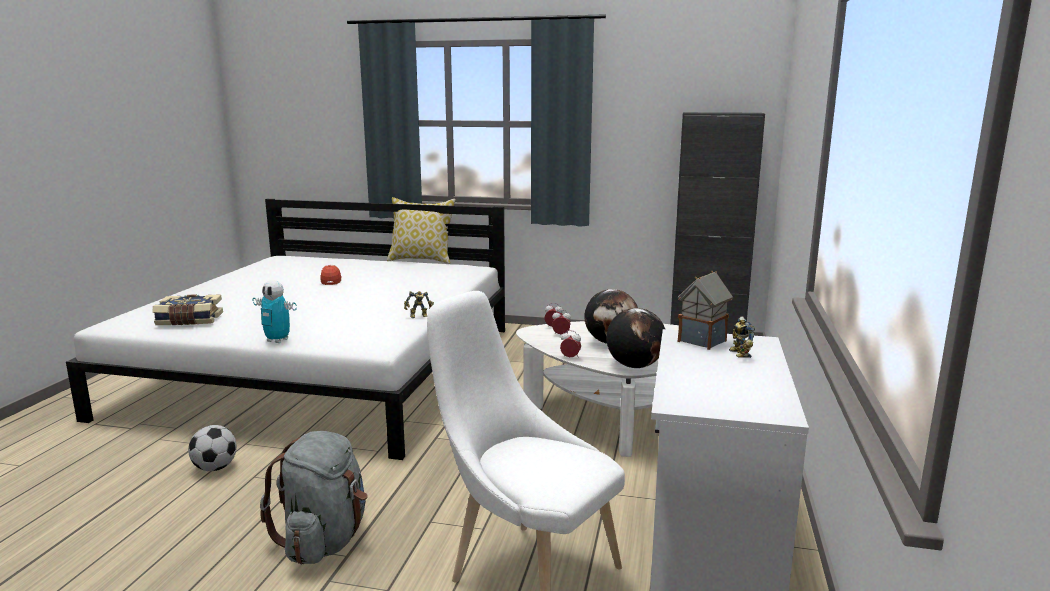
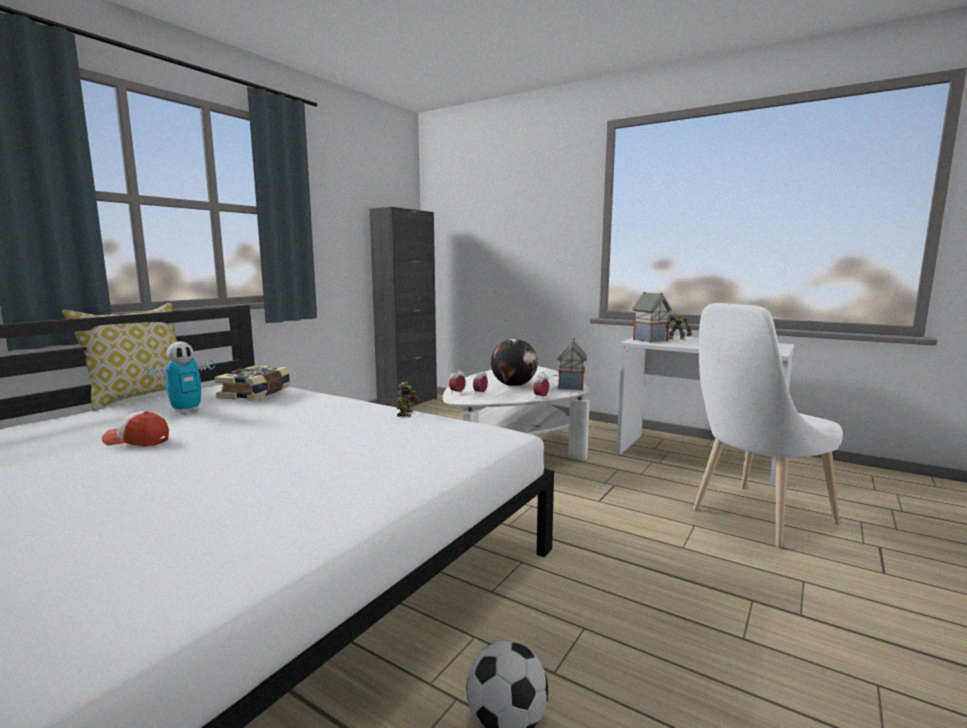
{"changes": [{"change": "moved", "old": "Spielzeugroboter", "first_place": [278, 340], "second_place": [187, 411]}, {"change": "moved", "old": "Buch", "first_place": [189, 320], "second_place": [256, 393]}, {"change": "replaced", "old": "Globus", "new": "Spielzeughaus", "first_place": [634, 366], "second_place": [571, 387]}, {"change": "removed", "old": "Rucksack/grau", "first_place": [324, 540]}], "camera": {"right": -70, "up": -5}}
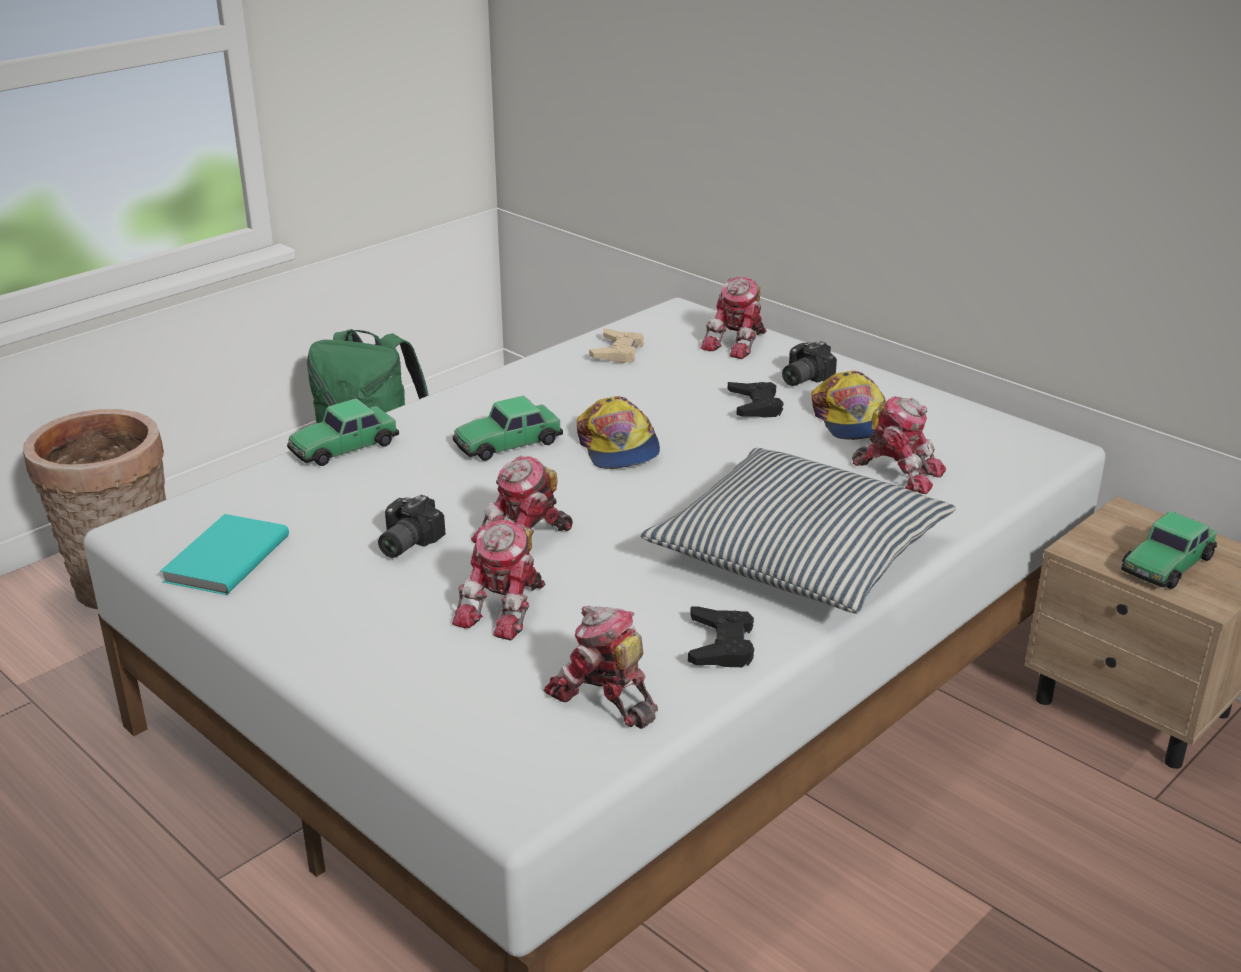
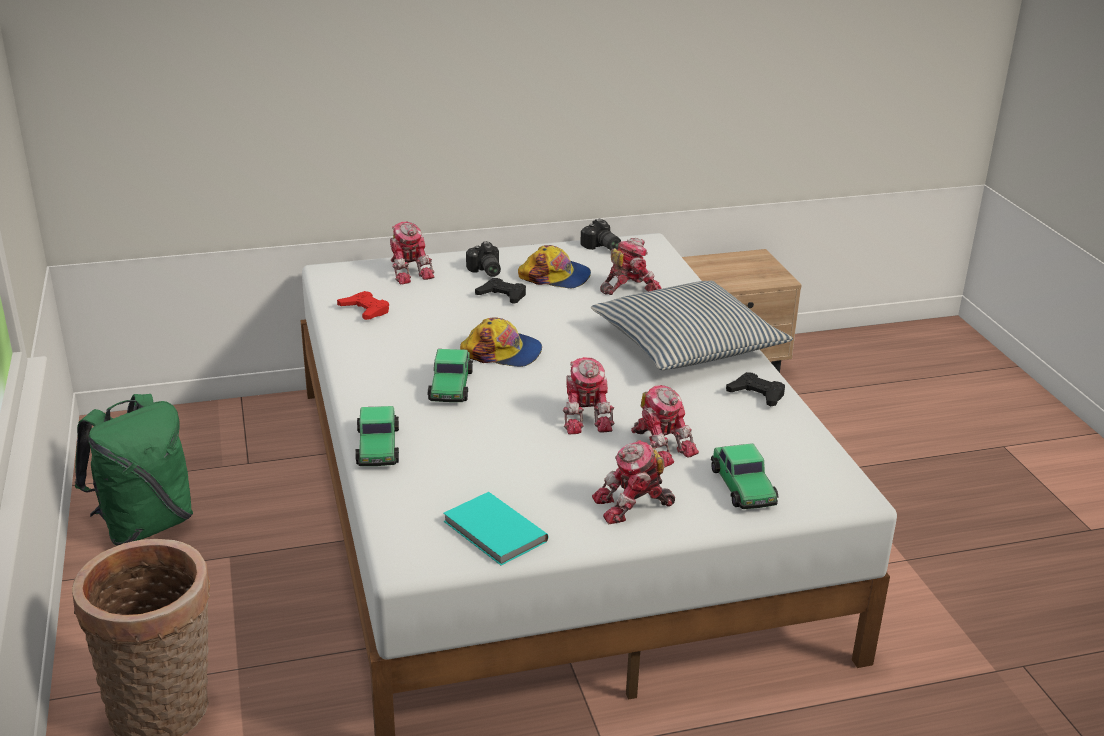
{"changes": [{"change": "recoloured", "old": "Gamepad/beige", "new": "Gamepad/rot", "first_place": [618, 352], "second_place": [365, 310]}, {"change": "moved", "old": "Kamera", "first_place": [404, 543], "second_place": [601, 247]}, {"change": "moved", "old": "Spielzeugroboter", "first_place": [603, 698], "second_place": [633, 506]}, {"change": "moved", "old": "Spielzeugauto", "first_place": [1167, 564], "second_place": [743, 486]}], "camera": {"right": -60, "up": 0}}
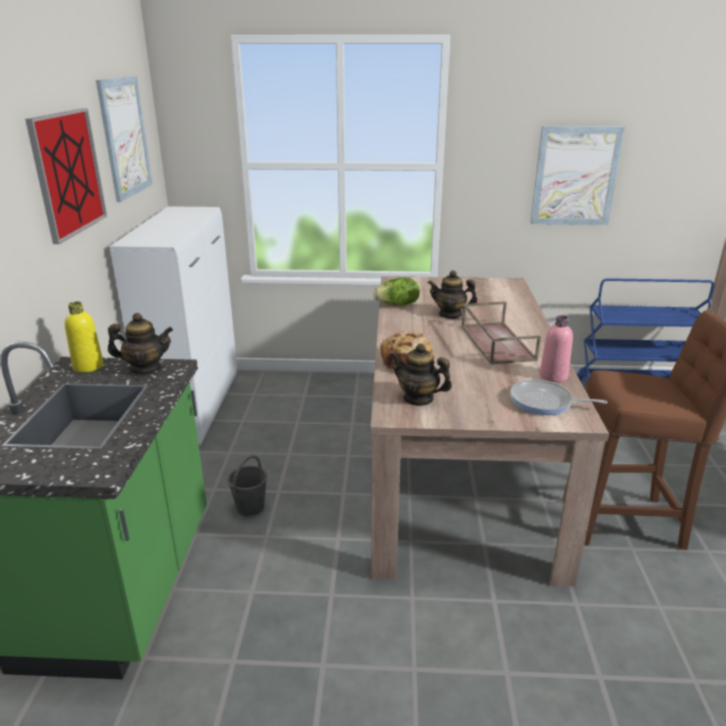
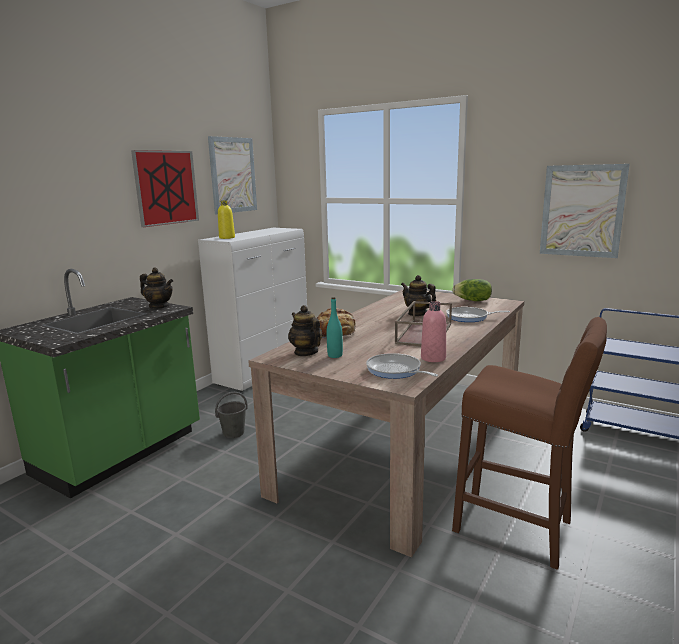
{"changes": [{"change": "moved", "old": "Flasche/gelb", "first_place": [88, 366], "second_place": [227, 237]}, {"change": "added", "new": "Flasche/türkis", "second_place": [335, 355]}, {"change": "added", "new": "Pfanne", "second_place": [469, 317]}, {"change": "moved", "old": "Salatkopf", "first_place": [397, 305], "second_place": [473, 301]}], "camera": {"right": 30, "up": -10}}
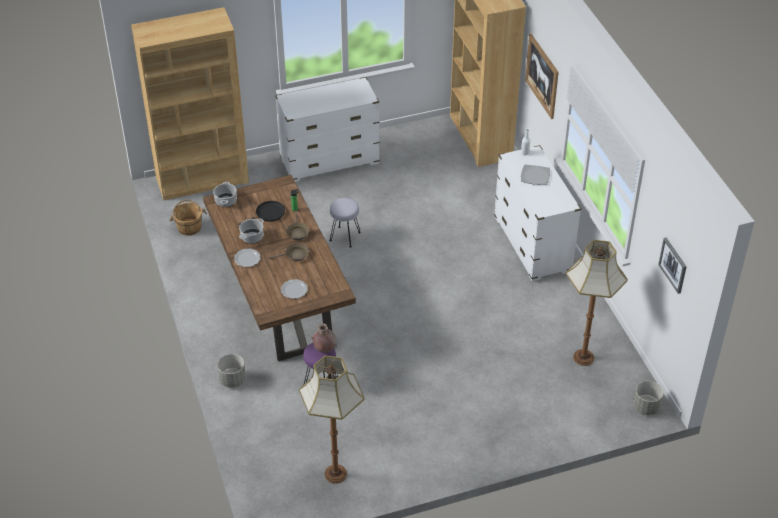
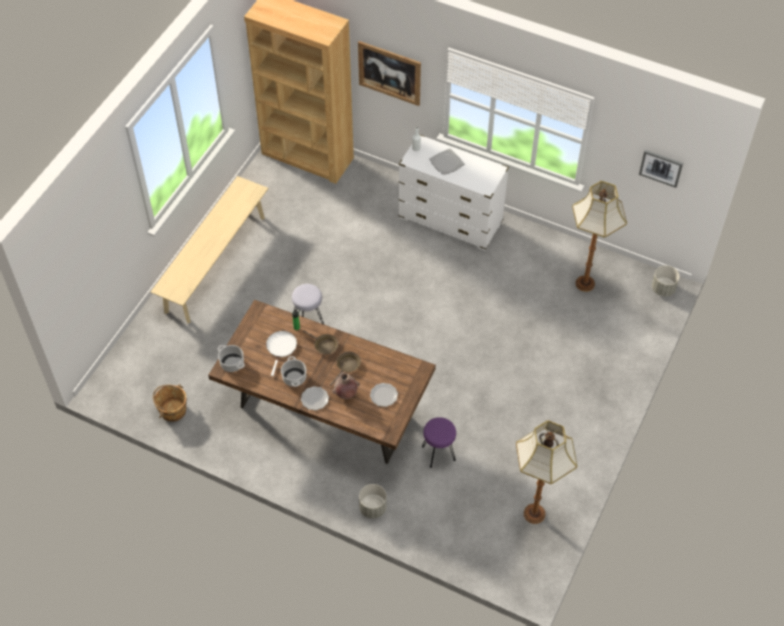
{"changes": [{"change": "replaced", "old": "Kommode/weiß", "new": "Bank/beige", "first_place": [329, 161], "second_place": [215, 263]}, {"change": "recoloured", "old": "Pfanne/schwarz", "new": "Pfanne/weiß", "first_place": [268, 214], "second_place": [281, 347]}, {"change": "moved", "old": "Vase/braun", "first_place": [324, 349], "second_place": [346, 394]}, {"change": "removed", "old": "Bücherregal/braun", "first_place": [202, 180]}], "camera": {"right": -45, "up": 10}}
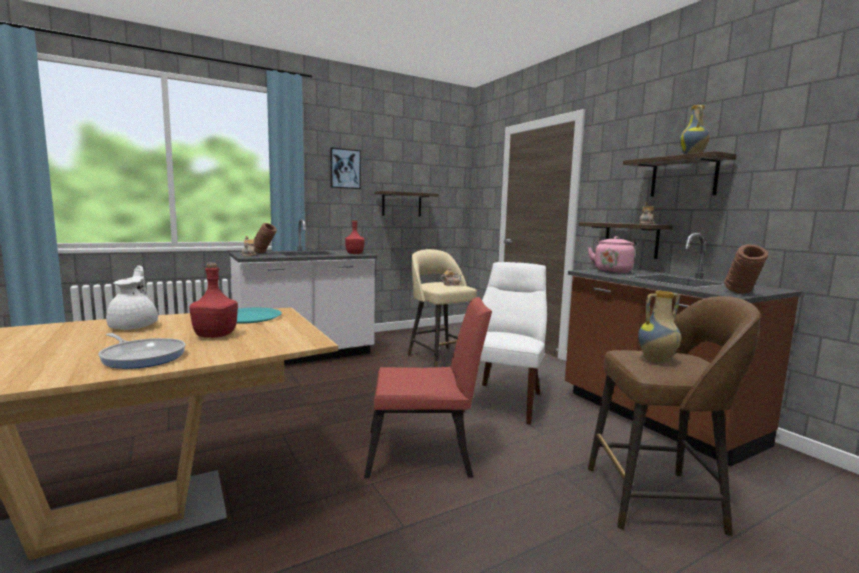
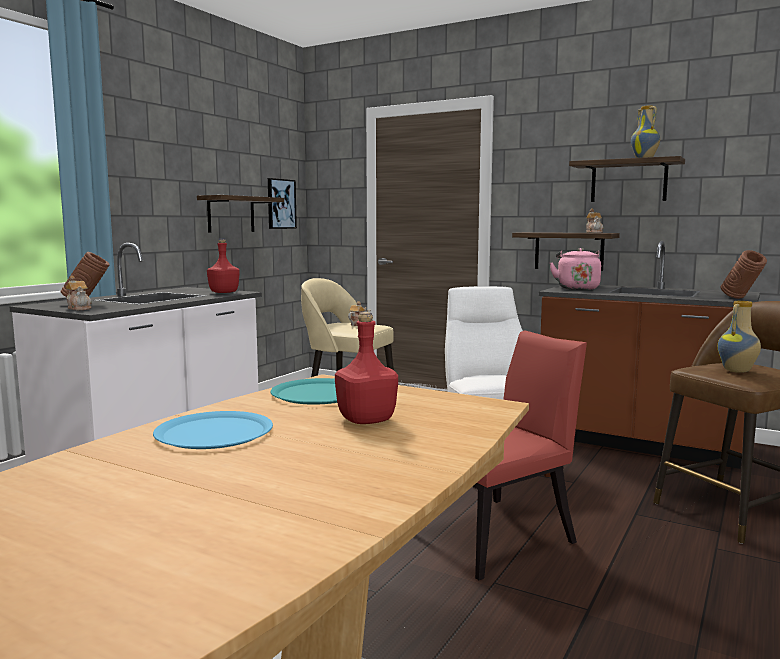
{"changes": [{"change": "replaced", "old": "Teekanne/weiß", "new": "Teller/blau", "first_place": [135, 326], "second_place": [214, 432]}, {"change": "moved", "old": "Bild", "first_place": [345, 169], "second_place": [280, 204]}, {"change": "removed", "old": "Pfanne", "first_place": [142, 357]}], "camera": {"right": -30, "up": 0}}
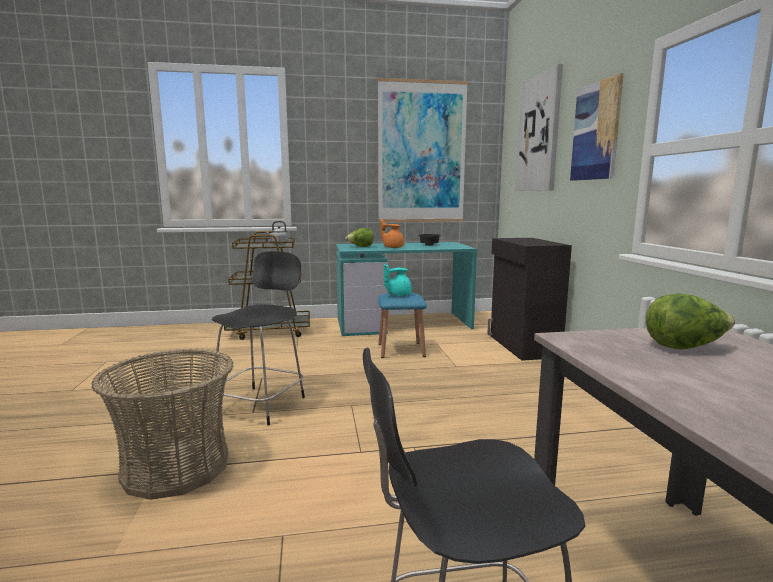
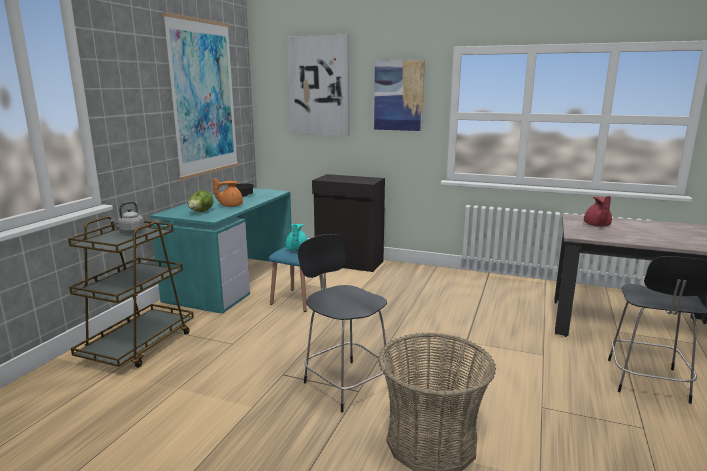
{"changes": [{"change": "replaced", "old": "Salatkopf", "new": "Teekanne/rot", "first_place": [685, 347], "second_place": [597, 225]}], "camera": {"right": -60, "up": 5}}
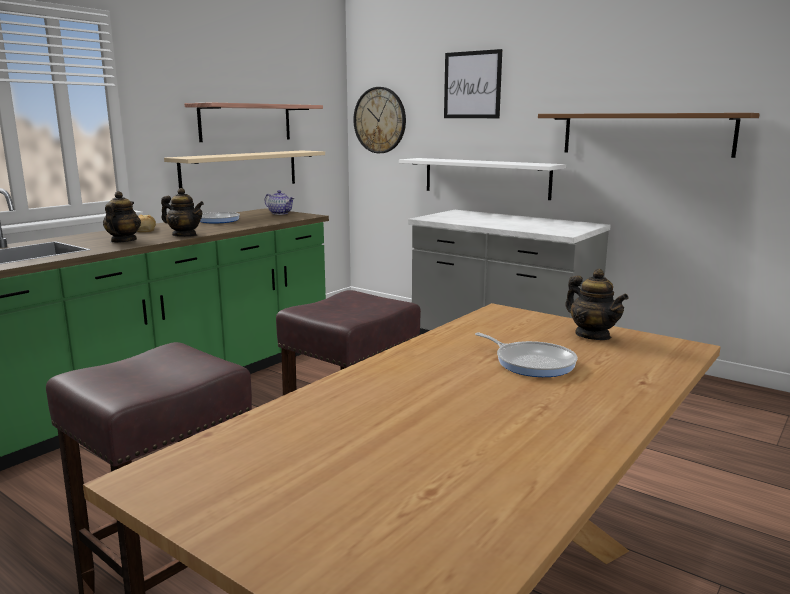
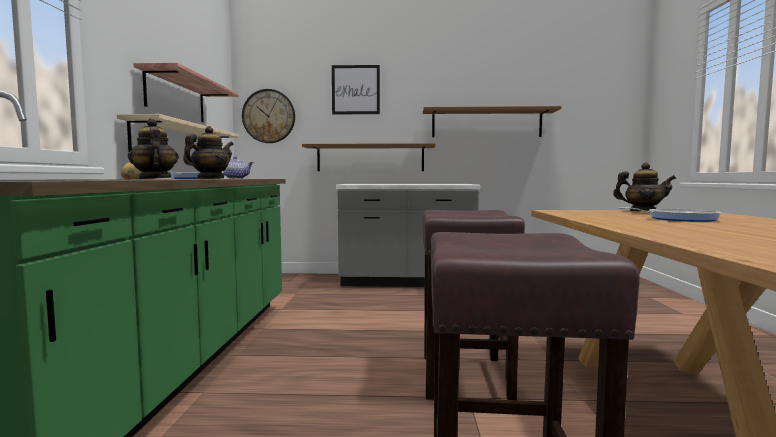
{"changes": [{"change": "turned", "old": "Teekanne", "first_place": [184, 235], "second_place": [210, 179], "degrees": -45}, {"change": "recoloured", "old": "Wandregal/weiß", "new": "Wandregal/braun", "first_place": [486, 178], "second_place": [370, 158]}], "camera": {"right": -35, "up": -10}}
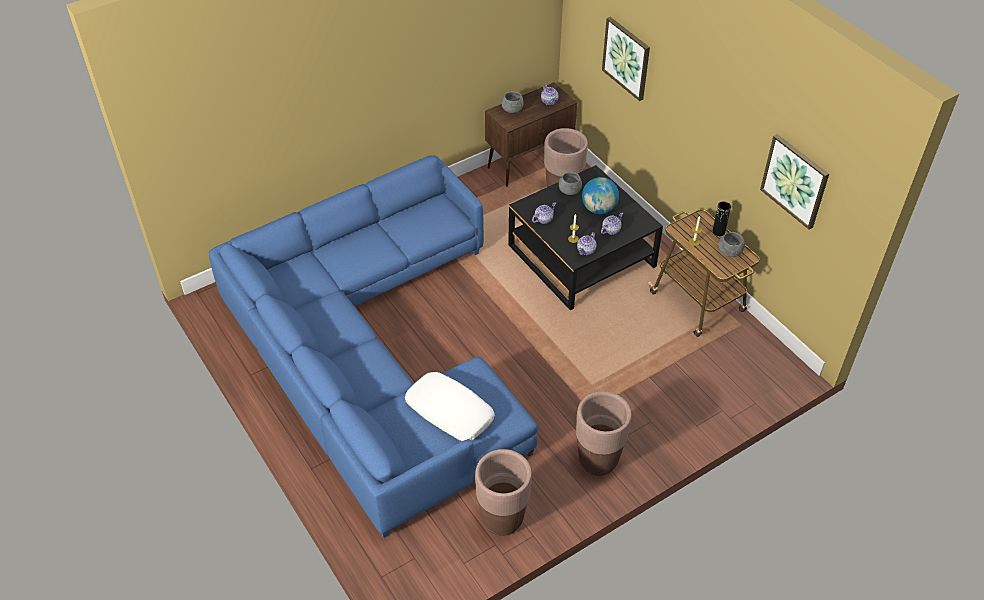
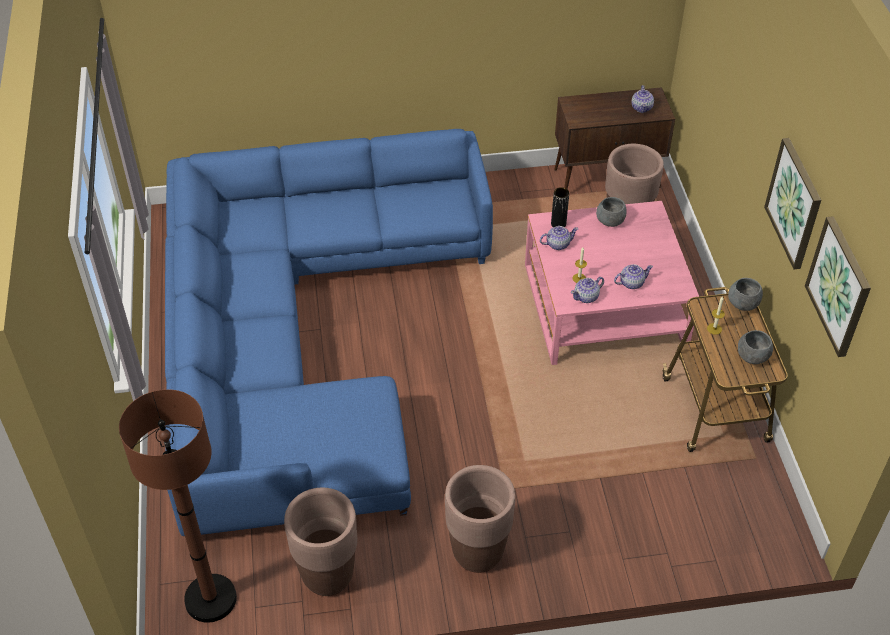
{"changes": [{"change": "added", "new": "Stehlampe/braun", "second_place": [210, 599]}, {"change": "recoloured", "old": "Couchtisch/schwarz", "new": "Couchtisch/rosa", "first_place": [581, 256], "second_place": [604, 306]}, {"change": "moved", "old": "Vase/schwarz", "first_place": [718, 231], "second_place": [558, 224]}, {"change": "moved", "old": "Schüssel/grau", "first_place": [512, 110], "second_place": [743, 304]}, {"change": "moved", "old": "Bild", "first_place": [626, 58], "second_place": [794, 203]}, {"change": "removed", "old": "Kissen/weiß", "first_place": [449, 413]}, {"change": "removed", "old": "Globus", "first_place": [599, 209]}], "camera": {"right": 25, "up": 0}}
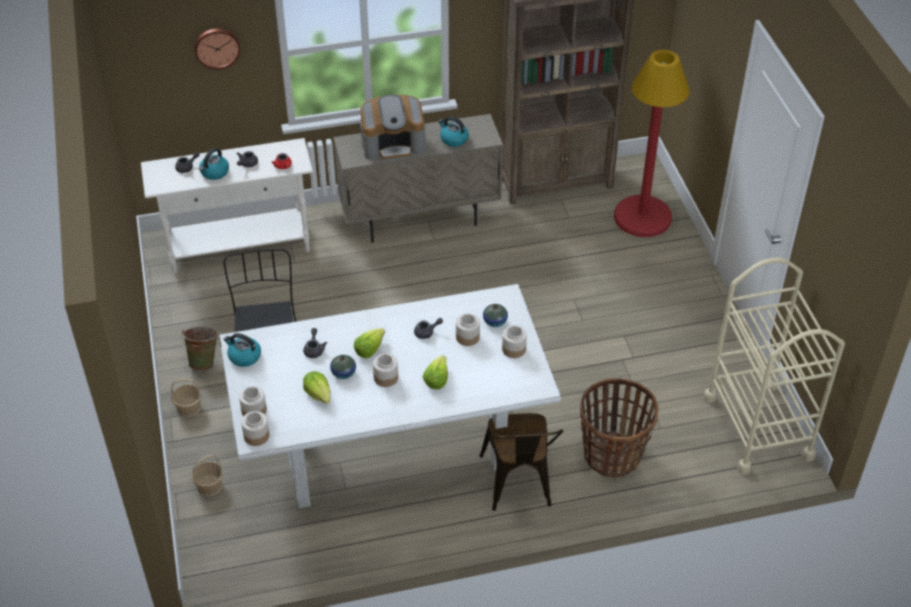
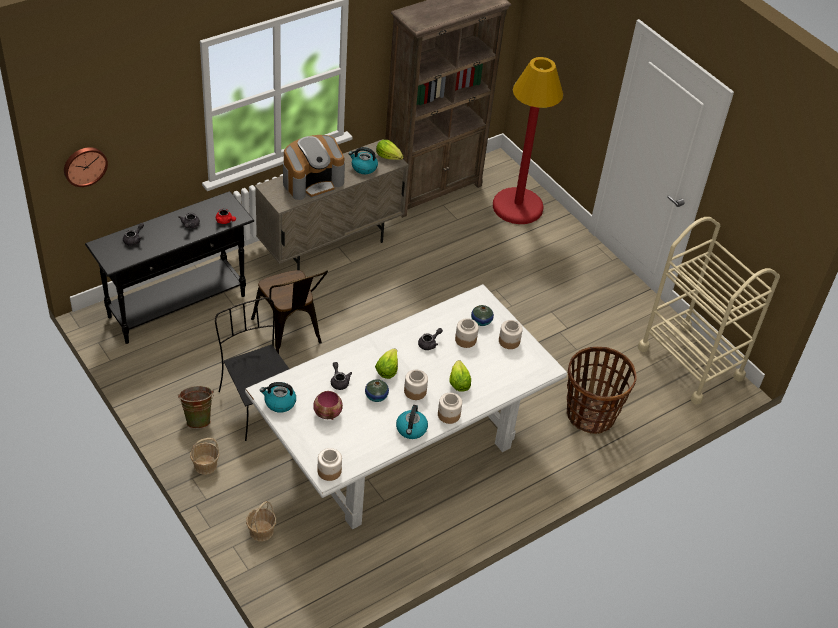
{"changes": [{"change": "moved", "old": "Wanduhr", "first_place": [217, 47], "second_place": [84, 165]}, {"change": "recoloured", "old": "Konsolentisch/weiß", "new": "Konsolentisch/schwarz", "first_place": [239, 247], "second_place": [178, 306]}, {"change": "moved", "old": "Stuhl/braun", "first_place": [518, 486], "second_place": [290, 334]}, {"change": "added", "new": "Schüssel", "second_place": [328, 414]}, {"change": "moved", "old": "Salatkopf", "first_place": [319, 394], "second_place": [389, 156]}, {"change": "moved", "old": "Wasserkessel", "first_place": [214, 172], "second_place": [411, 429]}, {"change": "moved", "old": "Vorratsglas", "first_place": [253, 410], "second_place": [448, 415]}], "camera": {"right": -25, "up": 0}}
